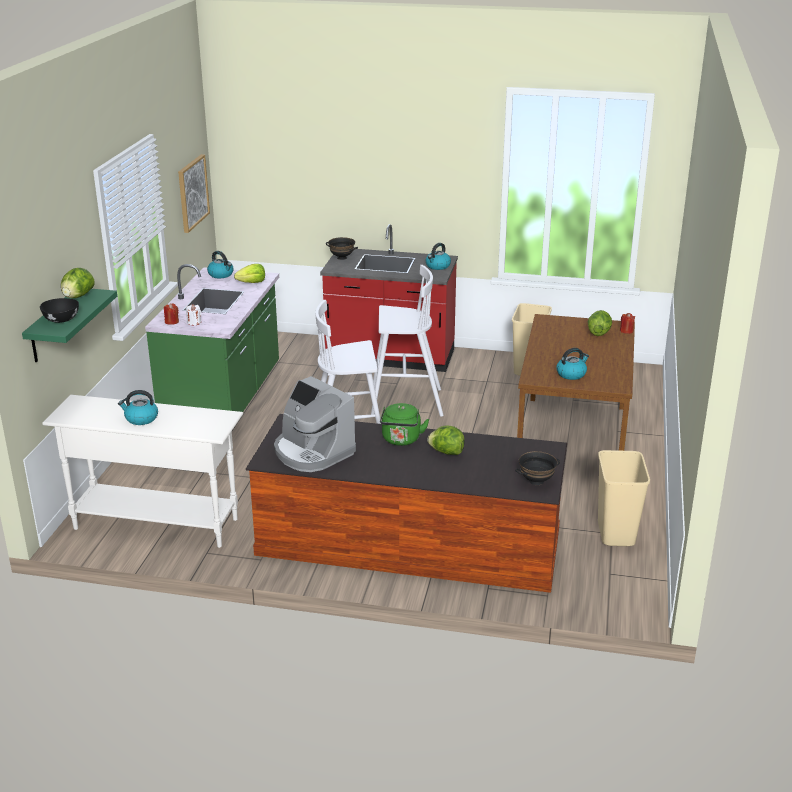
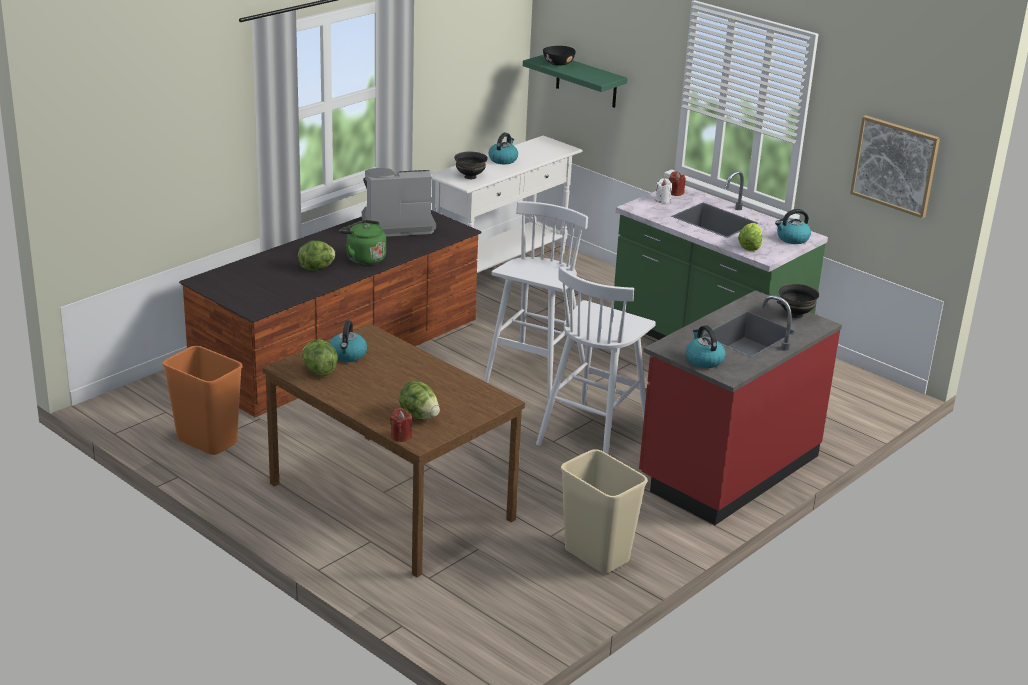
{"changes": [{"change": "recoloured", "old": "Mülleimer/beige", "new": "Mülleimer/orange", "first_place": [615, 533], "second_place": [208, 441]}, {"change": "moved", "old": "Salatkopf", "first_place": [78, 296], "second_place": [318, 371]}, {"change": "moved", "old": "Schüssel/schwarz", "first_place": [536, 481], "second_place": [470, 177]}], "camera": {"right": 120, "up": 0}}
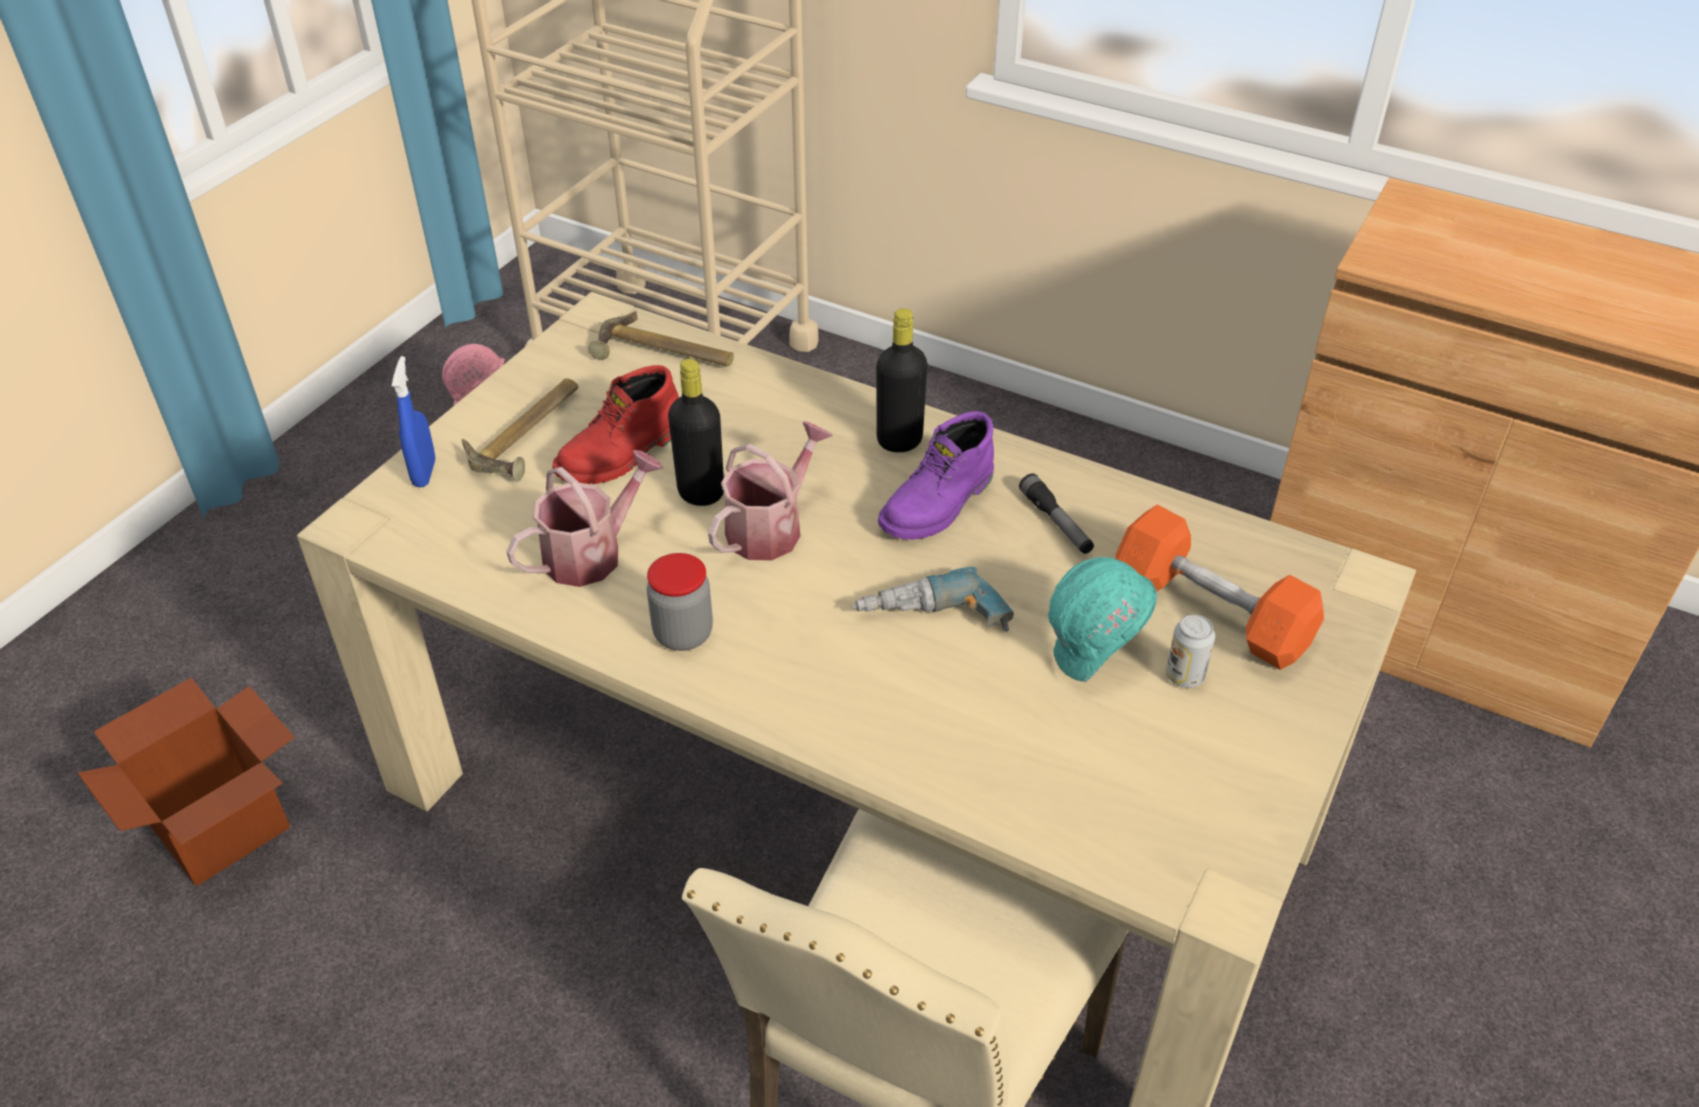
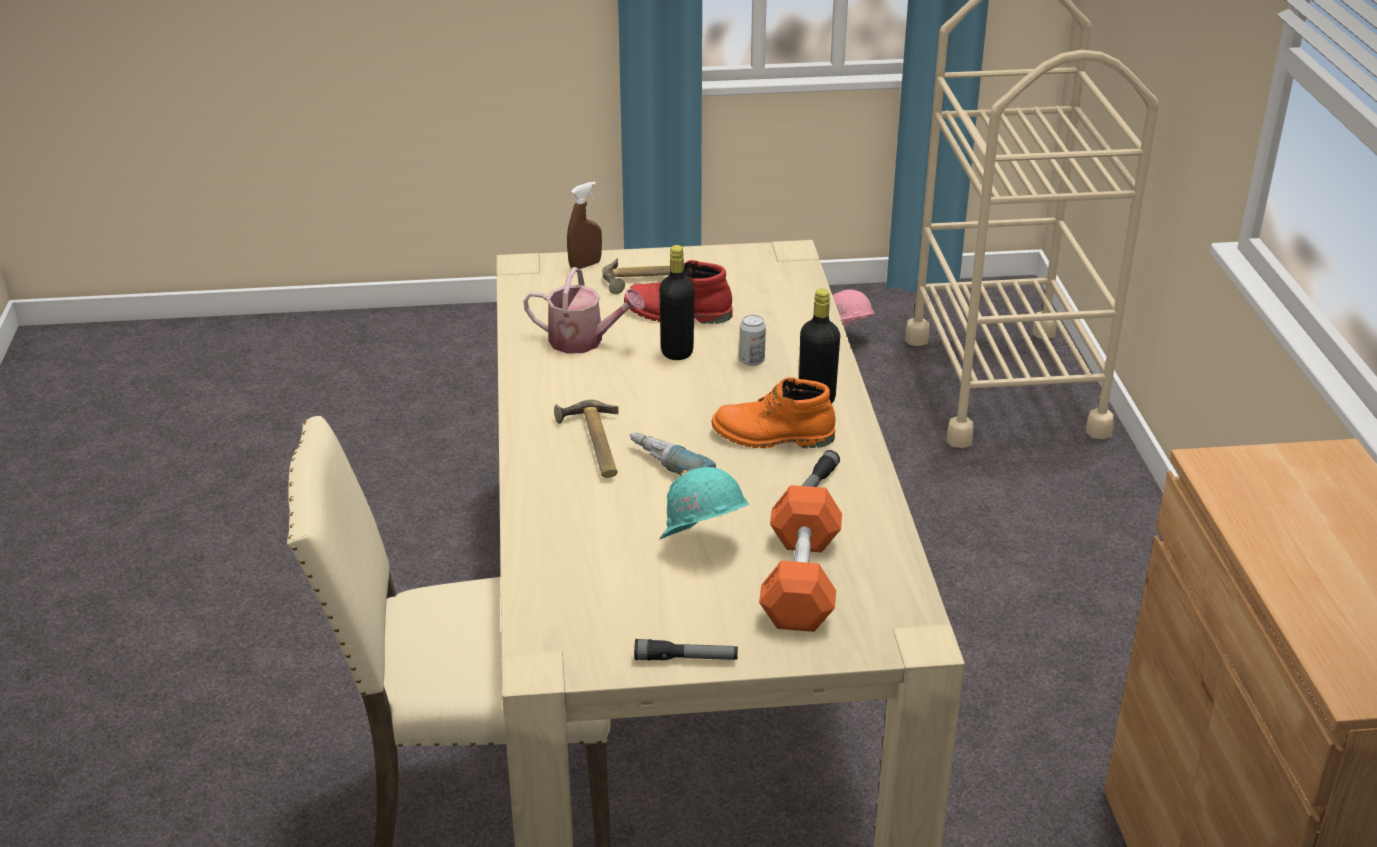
{"changes": [{"change": "moved", "old": "Hammer", "first_place": [663, 355], "second_place": [592, 445]}, {"change": "recoloured", "old": "Sprühflasche/blau", "new": "Sprühflasche/braun", "first_place": [424, 473], "second_place": [585, 265]}, {"change": "added", "new": "Taschenlampe", "second_place": [686, 659]}, {"change": "recoloured", "old": "Stiefel/lila", "new": "Stiefel/orange", "first_place": [939, 505], "second_place": [772, 437]}, {"change": "moved", "old": "Dose", "first_place": [1184, 676], "second_place": [751, 361]}, {"change": "removed", "old": "Karton", "first_place": [221, 828]}, {"change": "removed", "old": "Vorratsglas", "first_place": [683, 634]}, {"change": "removed", "old": "Gießkanne", "first_place": [771, 528]}], "camera": {"right": 55, "up": -10}}
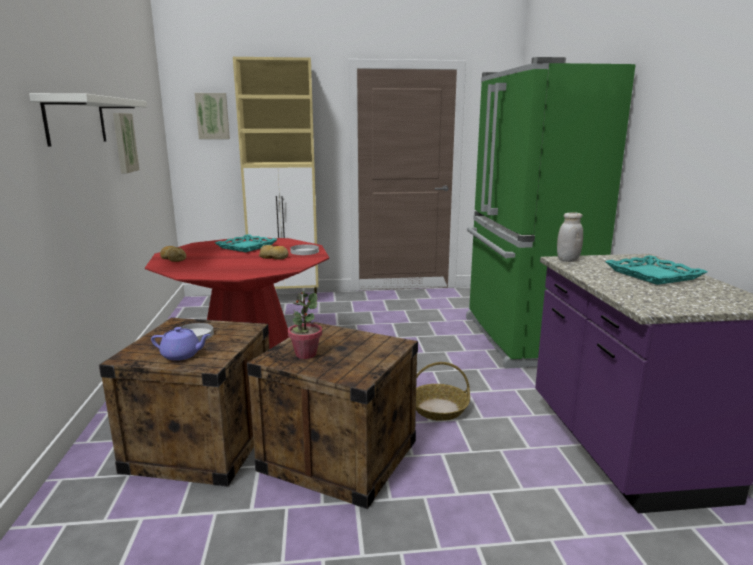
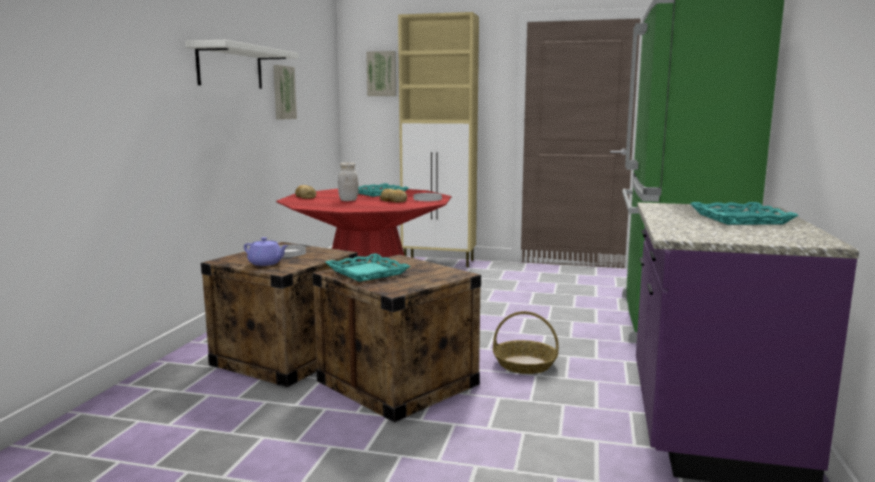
{"changes": [{"change": "replaced", "old": "Topfpflanze", "new": "Tablett/türkis", "first_place": [305, 354], "second_place": [366, 272]}, {"change": "moved", "old": "Vorratsglas/weiß", "first_place": [567, 260], "second_place": [348, 200]}], "camera": {"right": 20, "up": -5}}
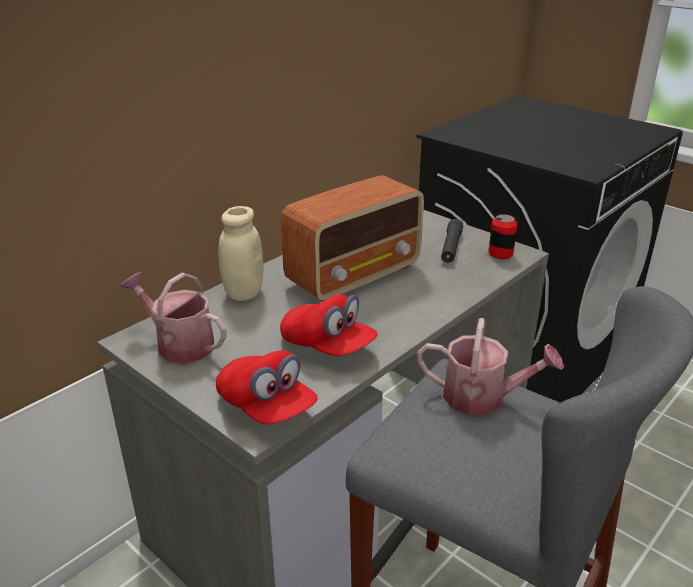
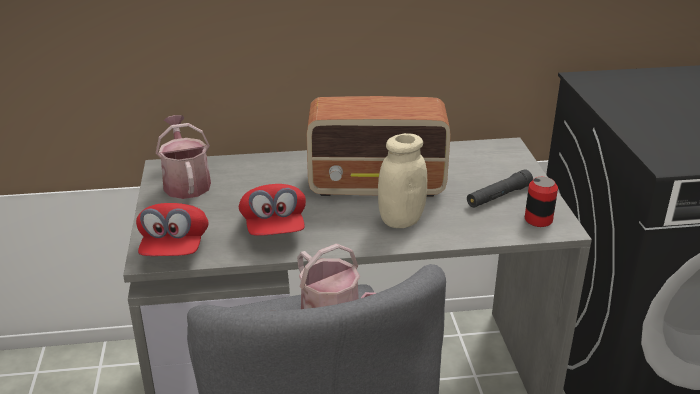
{"changes": [{"change": "moved", "old": "Vorratsglas/beige", "first_place": [243, 293], "second_place": [401, 220]}], "camera": {"right": 40, "up": 0}}
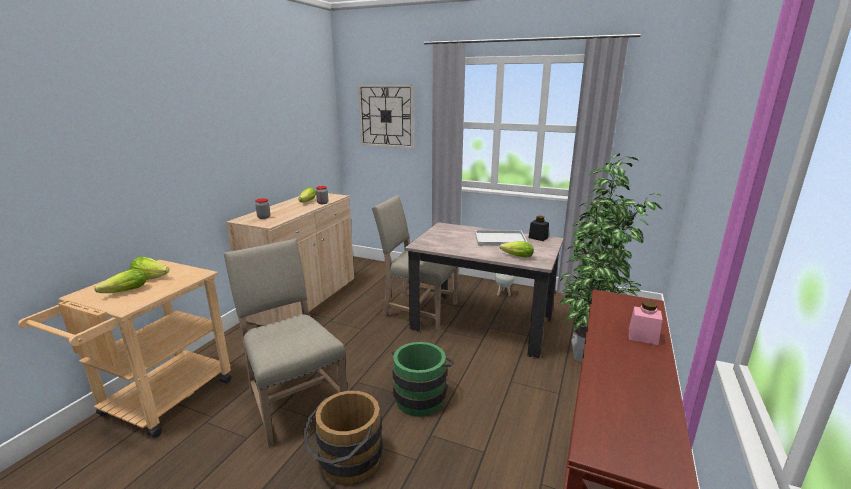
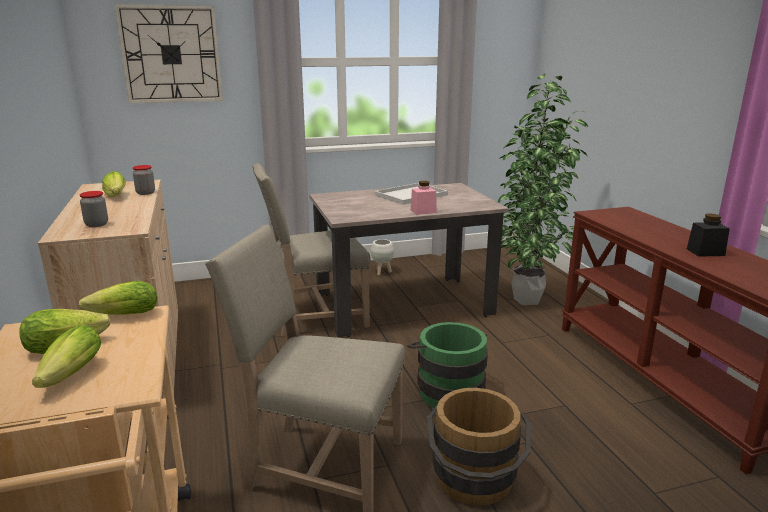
{"changes": [{"change": "moved", "old": "Salatkopf", "first_place": [515, 256], "second_place": [121, 316]}, {"change": "moved", "old": "Vorratsglas/rosa", "first_place": [643, 337], "second_place": [423, 211]}, {"change": "moved", "old": "Vorratsglas/schwarz", "first_place": [538, 238], "second_place": [705, 252]}], "camera": {"right": -40, "up": 0}}
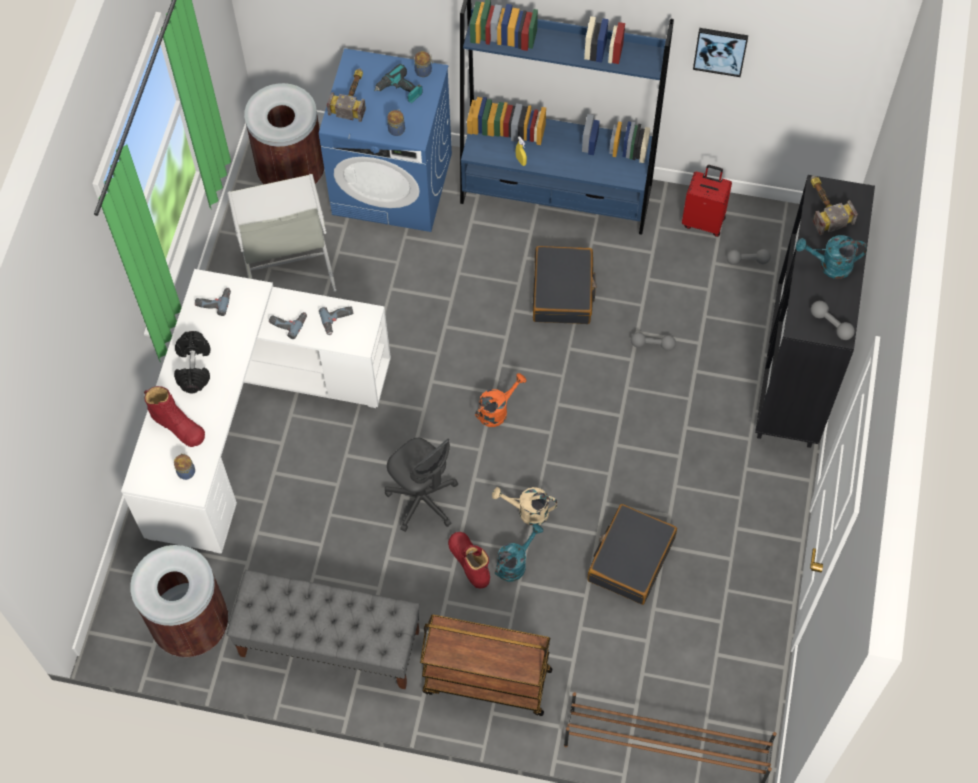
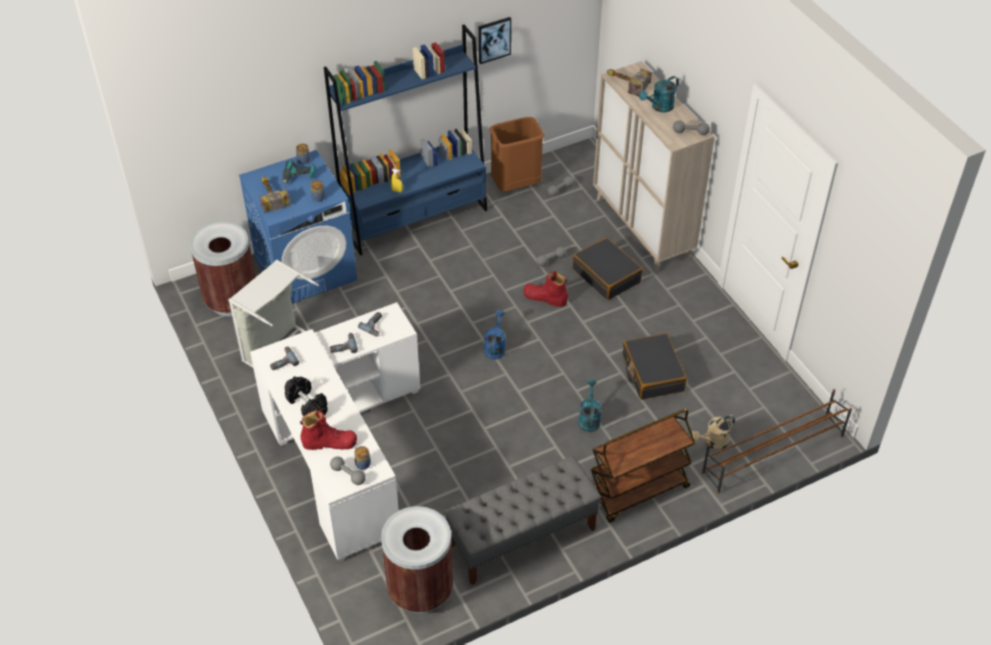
{"changes": [{"change": "added", "new": "Hantel/grau", "second_place": [348, 475]}, {"change": "recoloured", "old": "Gießkanne/orange", "new": "Gießkanne/blau", "first_place": [497, 410], "second_place": [495, 347]}, {"change": "replaced", "old": "Koffer/rot", "new": "Mülleimer/braun", "first_place": [704, 221], "second_place": [516, 185]}, {"change": "moved", "old": "Stiefel/rot", "first_place": [469, 562], "second_place": [545, 298]}, {"change": "moved", "old": "Koffer/schwarz", "first_place": [563, 292], "second_place": [606, 275]}, {"change": "recoloured", "old": "Schrank/schwarz", "new": "Schrank/beige", "first_place": [794, 372], "second_place": [642, 227]}, {"change": "moved", "old": "Gießkanne/beige", "first_place": [527, 512], "second_place": [713, 442]}, {"change": "removed", "old": "Bürostuhl/grau", "first_place": [422, 500]}], "camera": {"right": -40, "up": -15}}
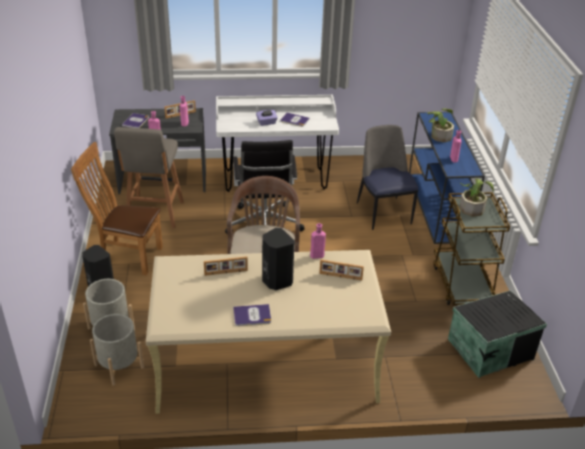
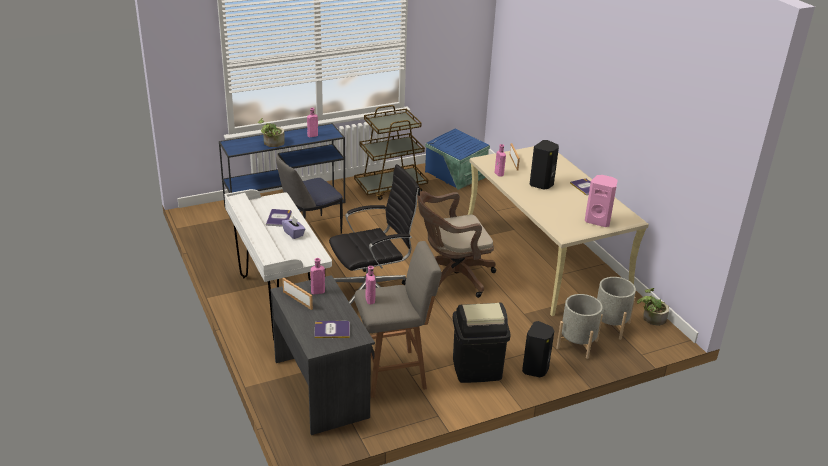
{"changes": [{"change": "recoloured", "old": "Aufbewahrungsbox/schwarz", "new": "Aufbewahrungsbox/blau", "first_place": [489, 348], "second_place": [455, 175]}, {"change": "replaced", "old": "Stuhl/braun", "new": "Mülleimer/schwarz", "first_place": [127, 256], "second_place": [477, 369]}, {"change": "added", "new": "Lautsprecher/rosa", "second_place": [598, 221]}, {"change": "moved", "old": "Topfpflanze", "first_place": [472, 207], "second_place": [651, 318]}, {"change": "removed", "old": "Bilderrahmen", "first_place": [226, 273]}], "camera": {"right": -110, "up": -5}}
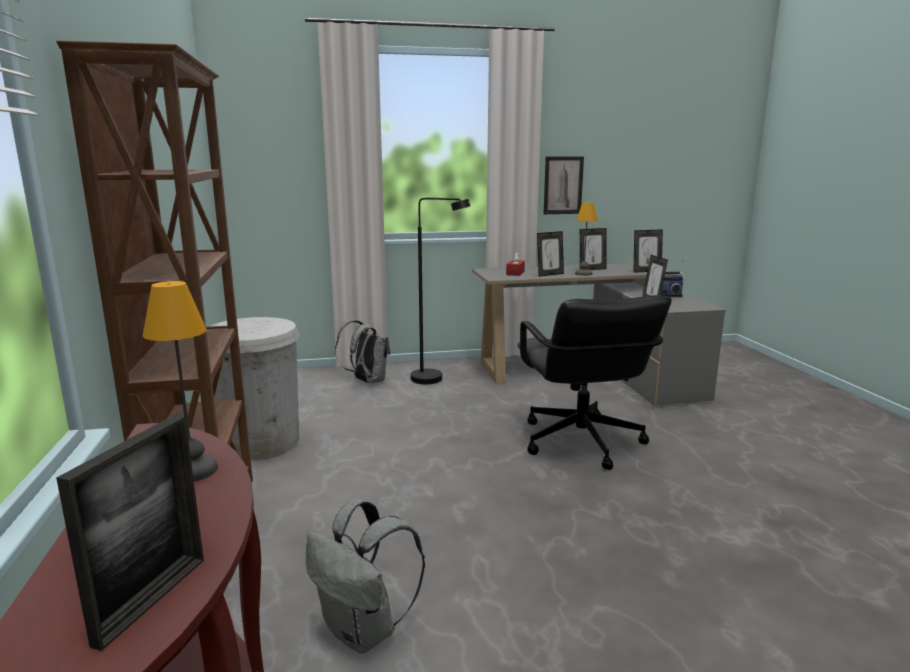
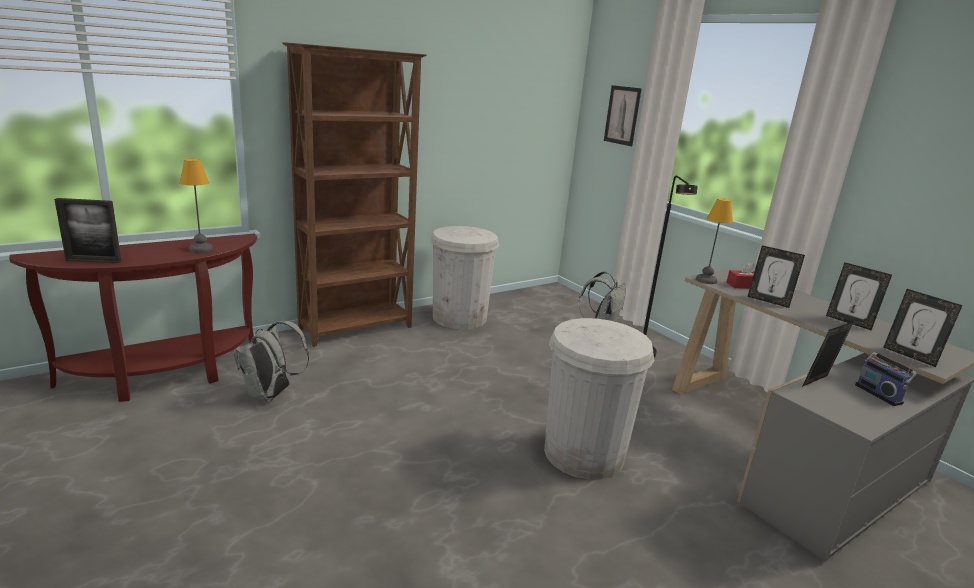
{"changes": [{"change": "replaced", "old": "Bürostuhl/schwarz", "new": "Mülleimer/weiß", "first_place": [580, 442], "second_place": [583, 453]}, {"change": "moved", "old": "Bild", "first_place": [563, 185], "second_place": [622, 115]}, {"change": "moved", "old": "Tischlampe", "first_place": [584, 274], "second_place": [705, 280]}], "camera": {"right": 65, "up": 5}}
